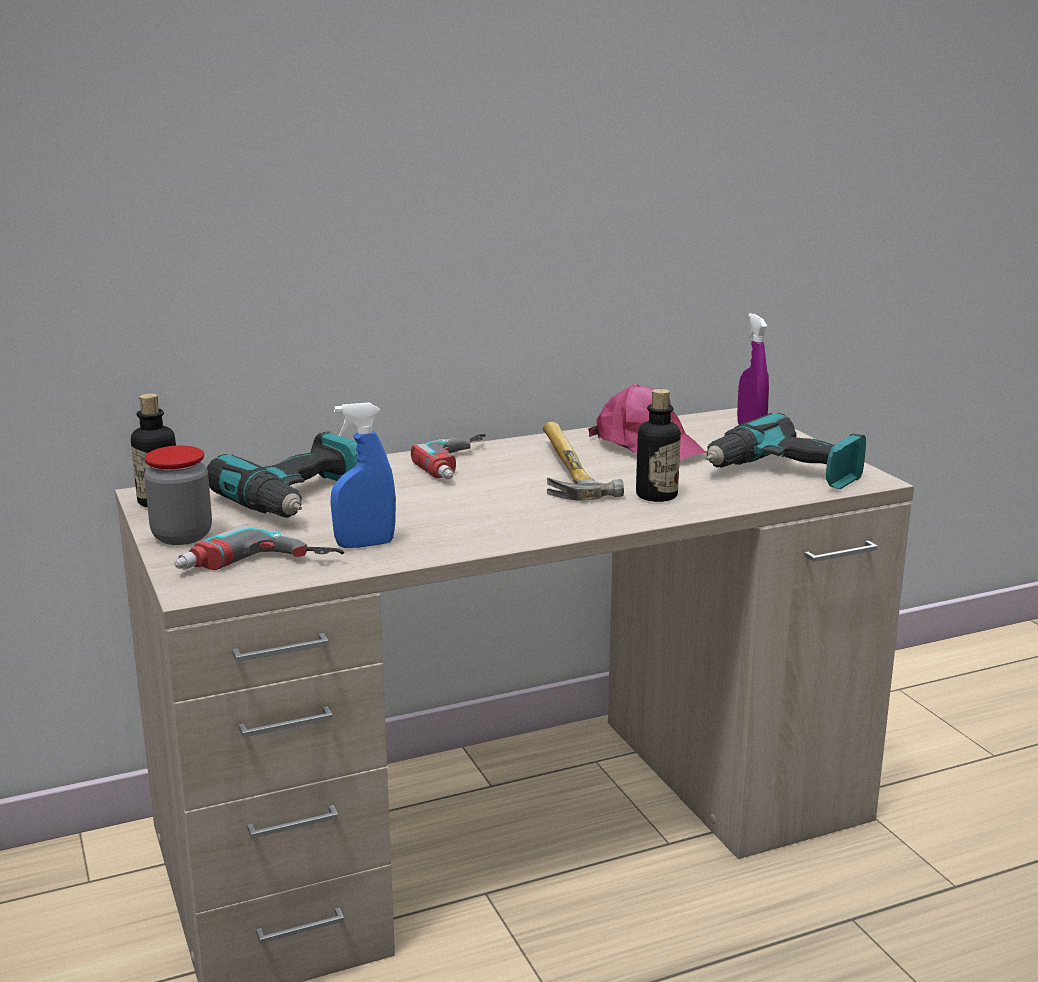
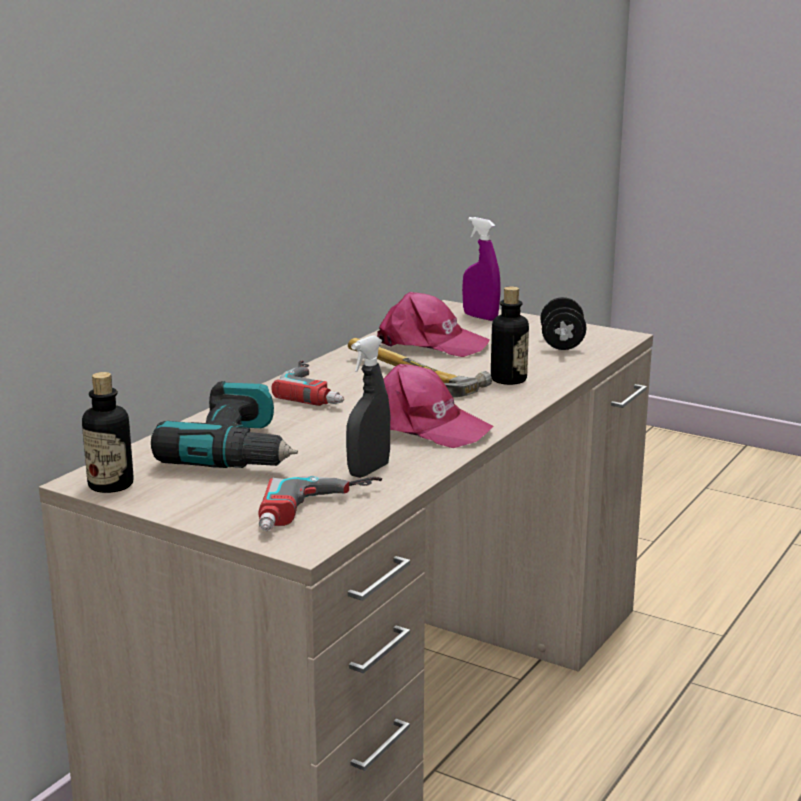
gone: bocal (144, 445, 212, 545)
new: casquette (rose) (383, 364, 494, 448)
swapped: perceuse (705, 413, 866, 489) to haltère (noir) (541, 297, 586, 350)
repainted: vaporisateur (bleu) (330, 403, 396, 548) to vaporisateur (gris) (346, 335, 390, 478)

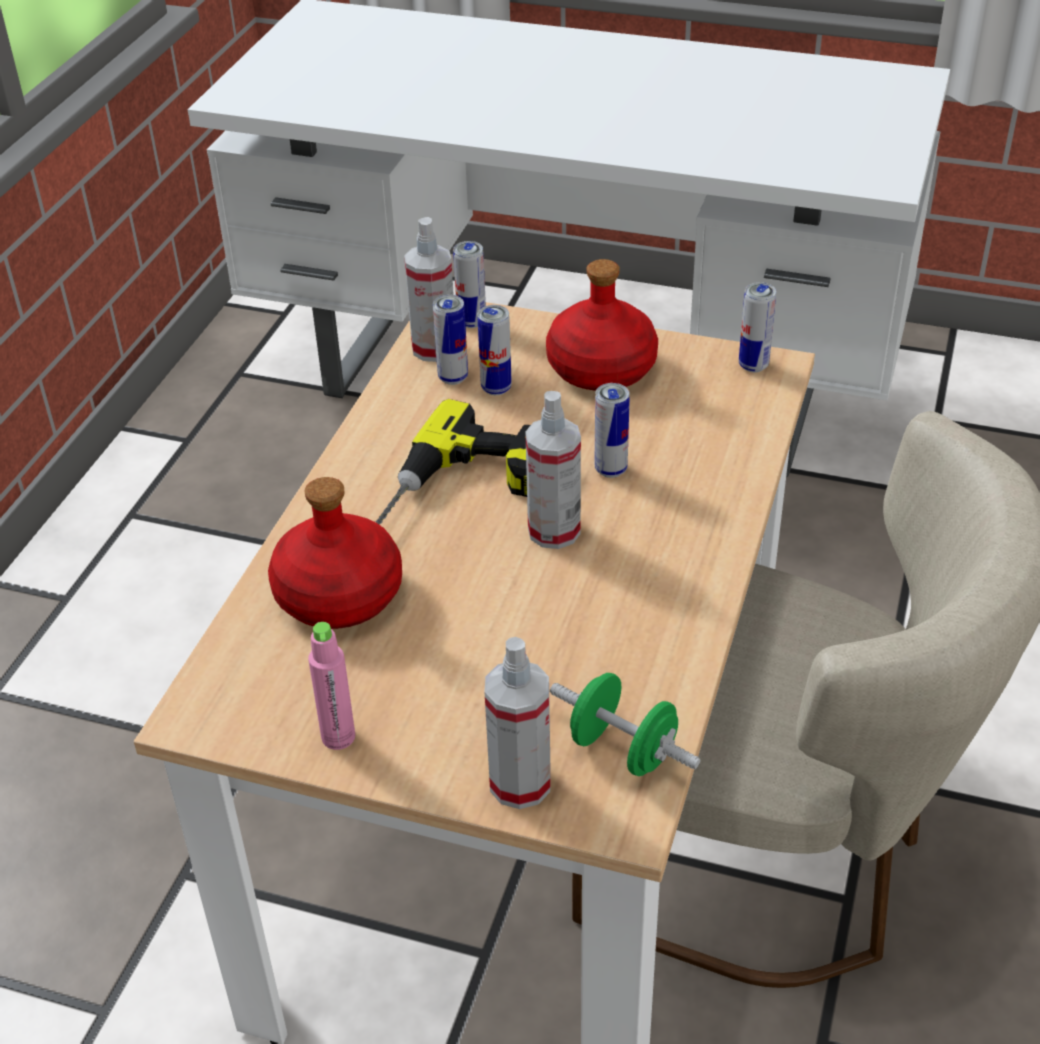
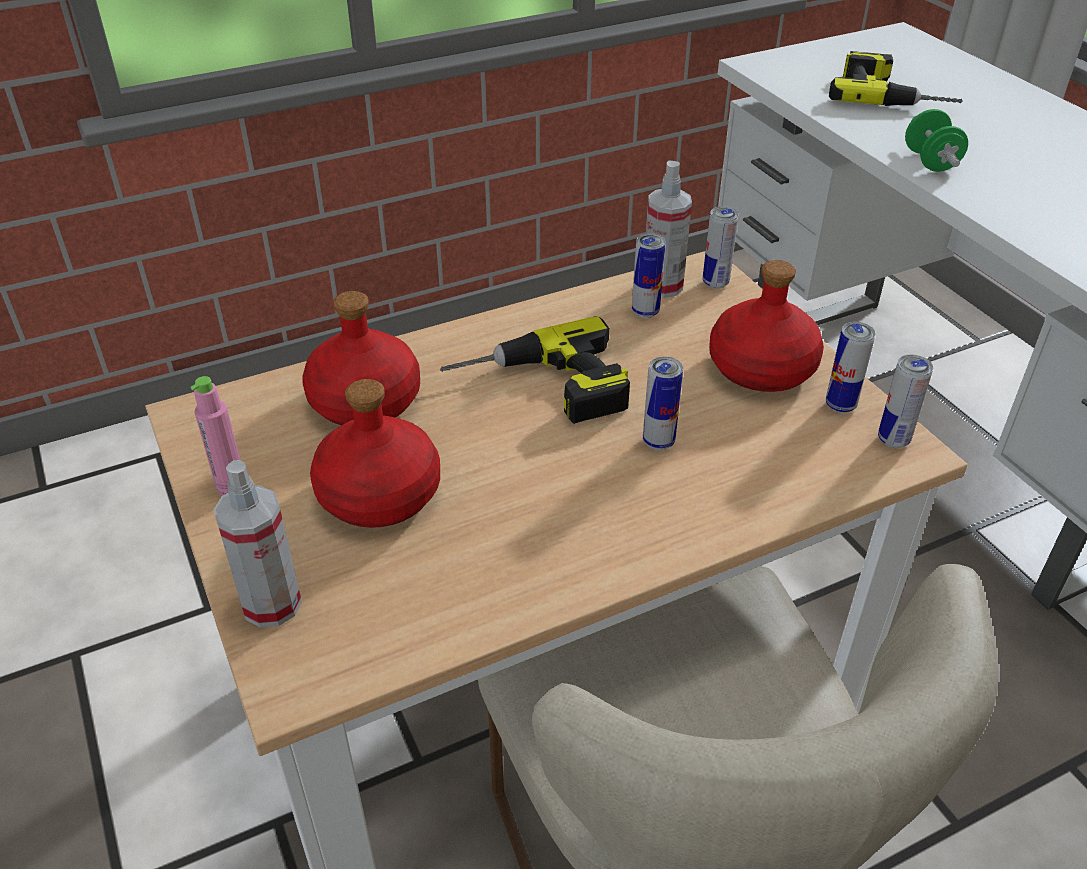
gone: vaporisateur (525, 391, 581, 549)
new: bouteille (rouge) (310, 379, 440, 528); perceuse (829, 51, 963, 106)
shifted: boîte métallique (477, 305, 512, 395) to (826, 322, 875, 413); haltère (vert) (550, 673, 700, 776) to (905, 109, 968, 172)

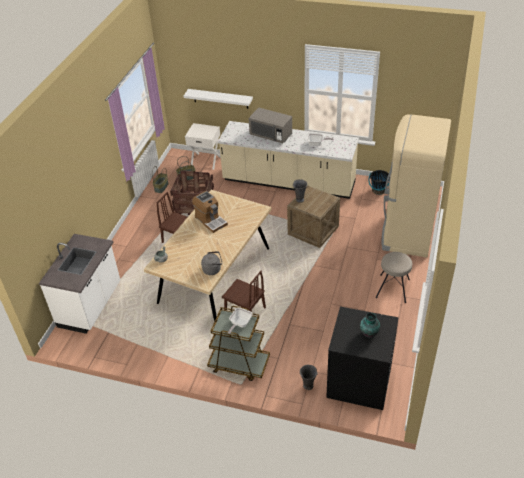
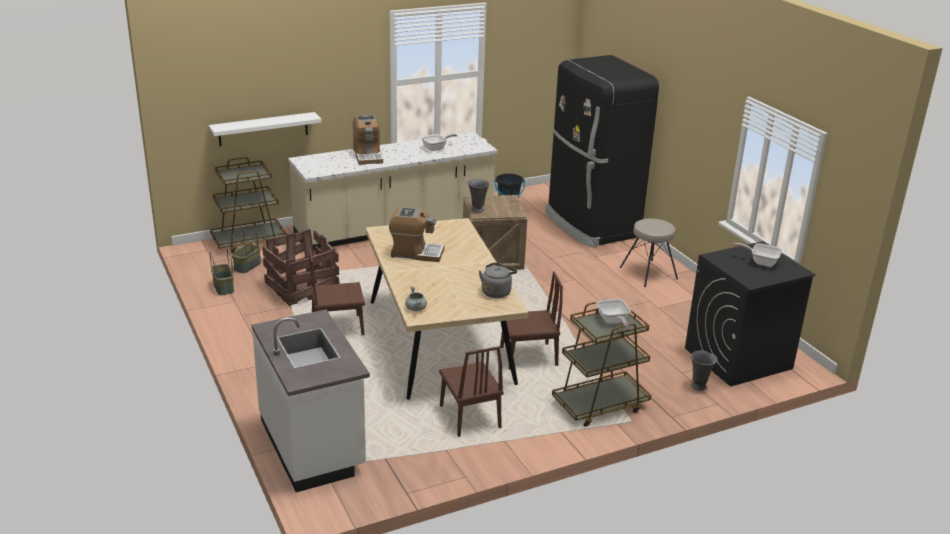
new: chaise (marron) (439, 346, 504, 437)
swapped: table de chevet (blanc) (185, 123, 221, 170) to chariot (marron) (210, 157, 286, 253); micro-ondes (gris) (249, 108, 293, 143) to machine à café (352, 115, 383, 165); vase (360, 313, 380, 338) to poêle (733, 243, 783, 267)
repainted: réfrigérateur (beige) (382, 114, 451, 257) to réfrigérateur (noir) (546, 55, 659, 247)

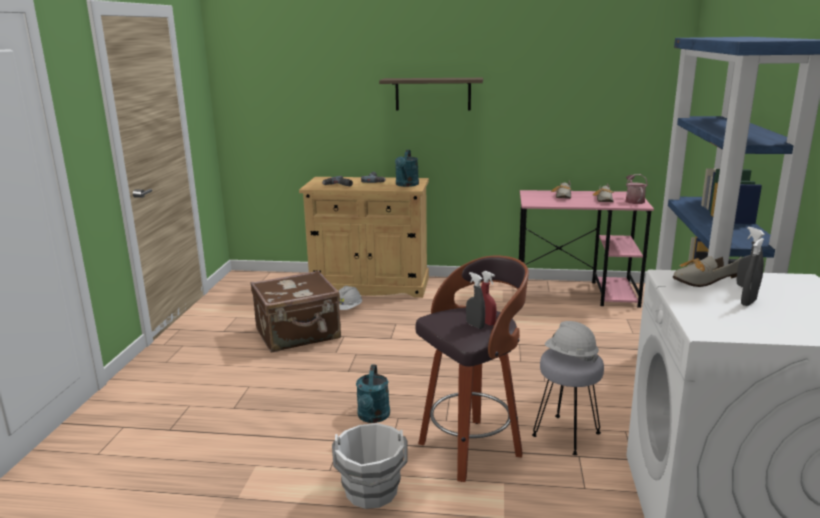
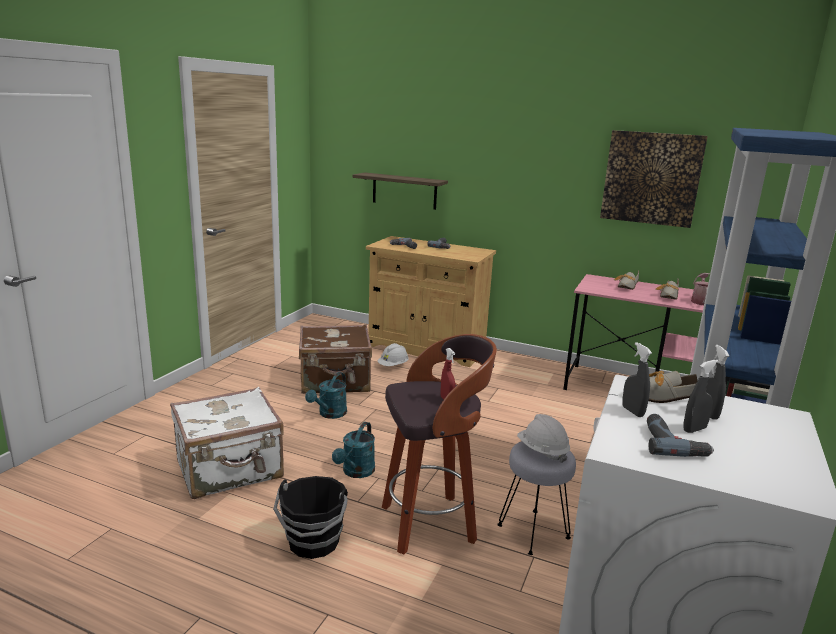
new: valise (blanc) (170, 387, 284, 499); tableau (600, 130, 708, 228); perceuse (647, 414, 714, 457)
shifted: étagère (379, 78, 483, 111) to (352, 172, 448, 210); arrosoir (turquoise) (395, 150, 419, 187) to (305, 372, 347, 419); vaporisateur (gris) (466, 272, 485, 329) to (622, 342, 652, 417)
repainted: seau (blanc) (332, 423, 408, 509) to seau (noir) (273, 476, 348, 559)

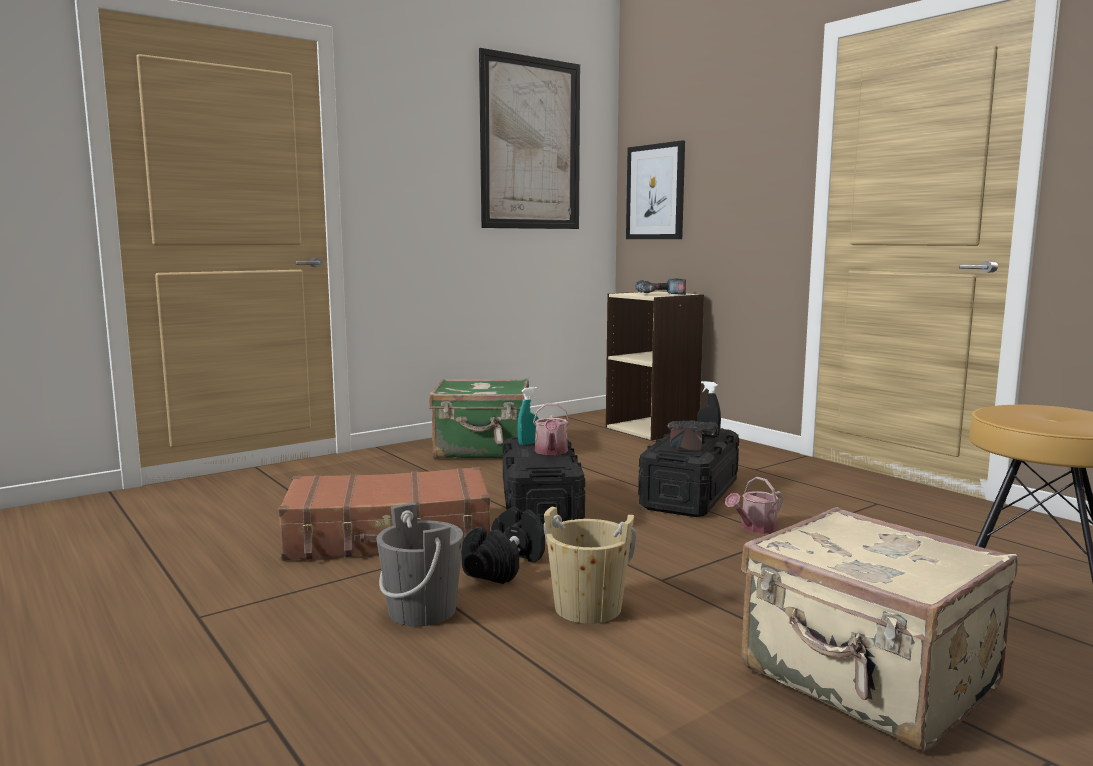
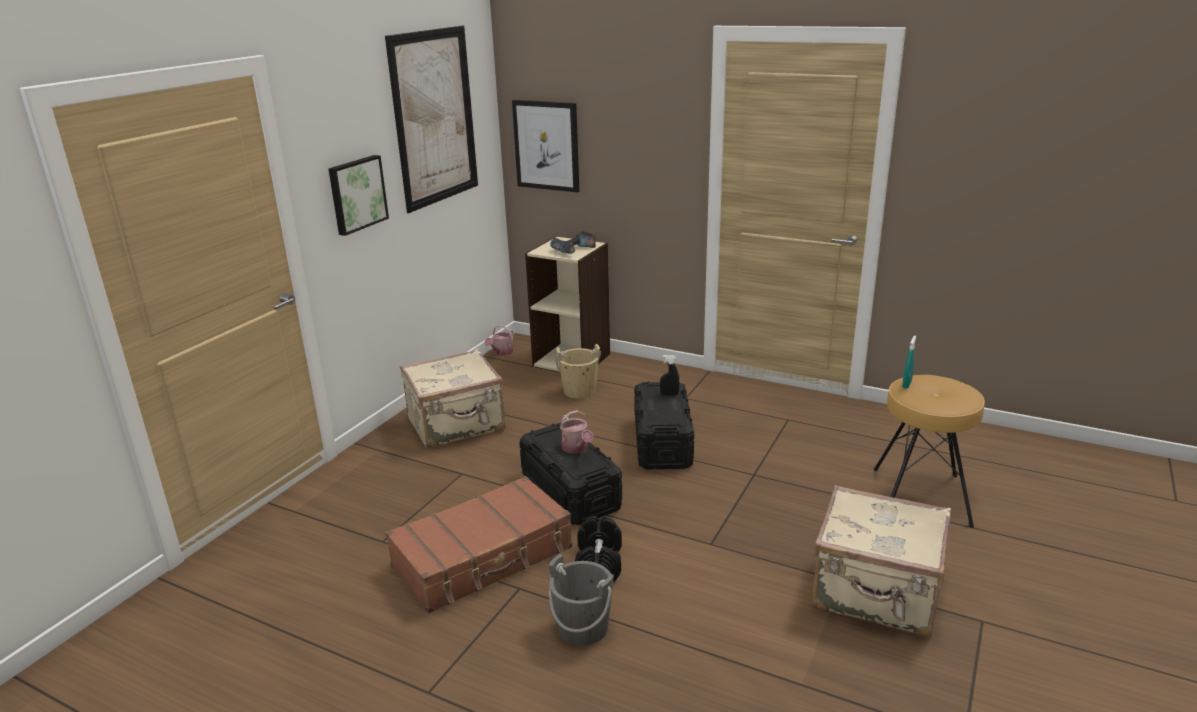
gone: perceuse (666, 420, 719, 451)
new: tableau (328, 155, 389, 236)
shifted: vaporisateur (turquoise) (517, 387, 539, 445) to (902, 335, 916, 389); seau (beige) (544, 507, 637, 624) to (556, 344, 601, 399); arrosoir (725, 477, 783, 534) to (485, 325, 514, 356)
repainted: valise (vert) (429, 378, 529, 459) to valise (beige) (400, 349, 505, 448)

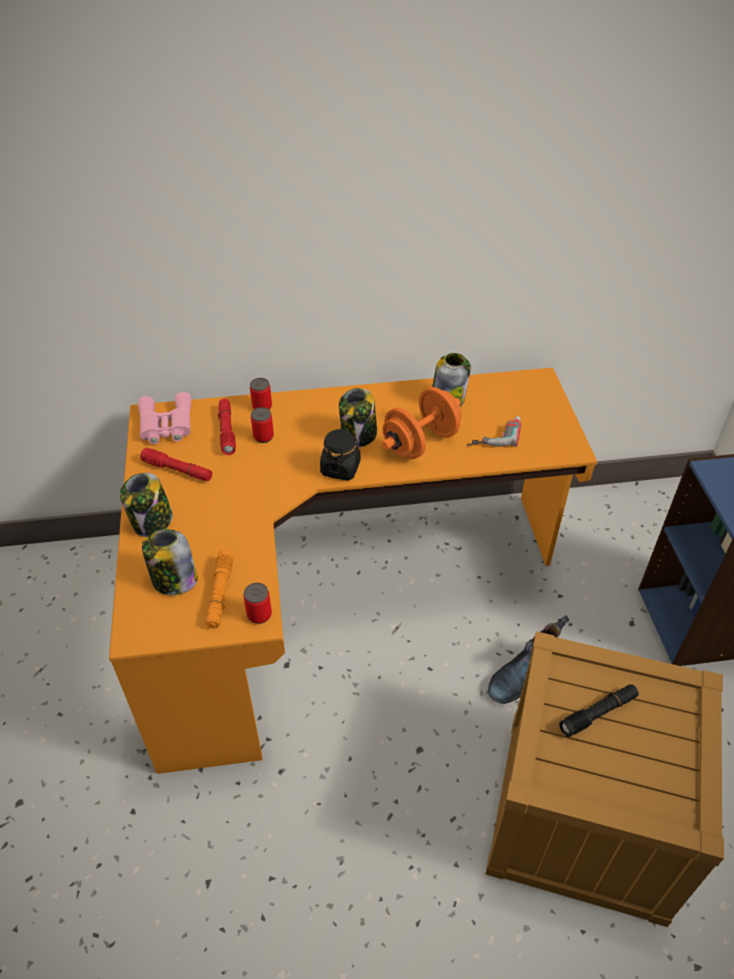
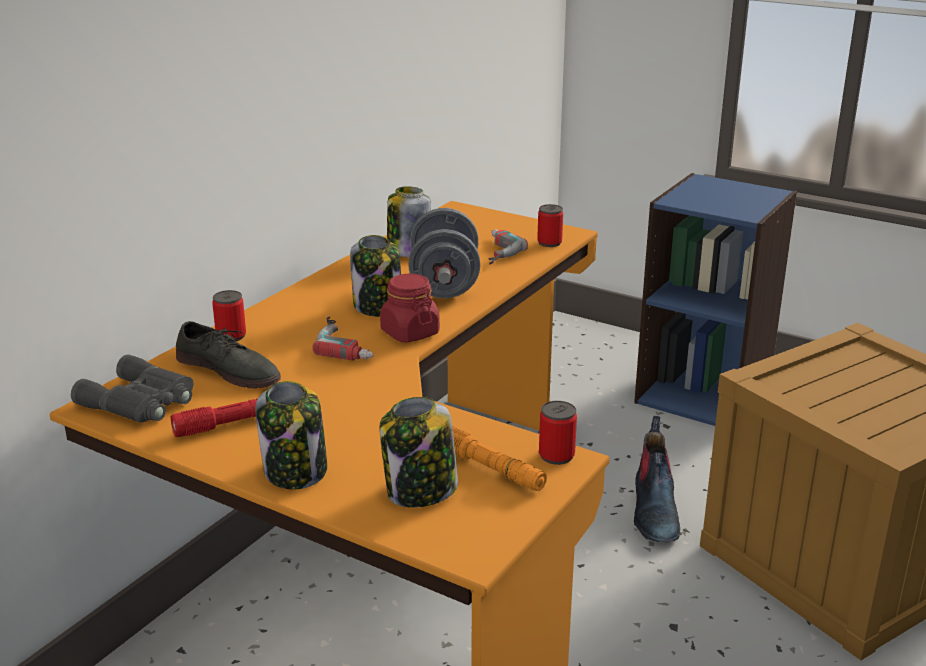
gone: lampe de poche (noir) (559, 684, 639, 737)
new: perceuse (313, 317, 374, 361)
shifted: boîte métallique (251, 407, 274, 443) to (537, 204, 563, 247)
swapped: lampe de poche (rouge) (218, 398, 236, 455) to chaussure (gris) (176, 321, 281, 388)
repainted: jumelles (rose) (138, 392, 191, 444) to jumelles (gris) (71, 354, 193, 423); bocal (noir) (320, 428, 360, 480) to bocal (rouge) (380, 274, 440, 343); haltère (orange) (382, 387, 461, 459) to haltère (gris) (408, 208, 480, 298)

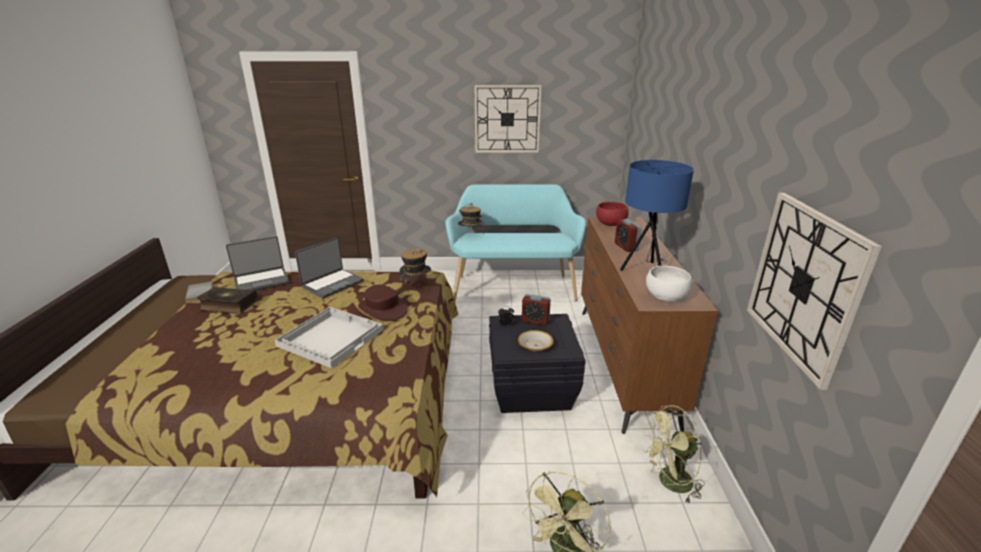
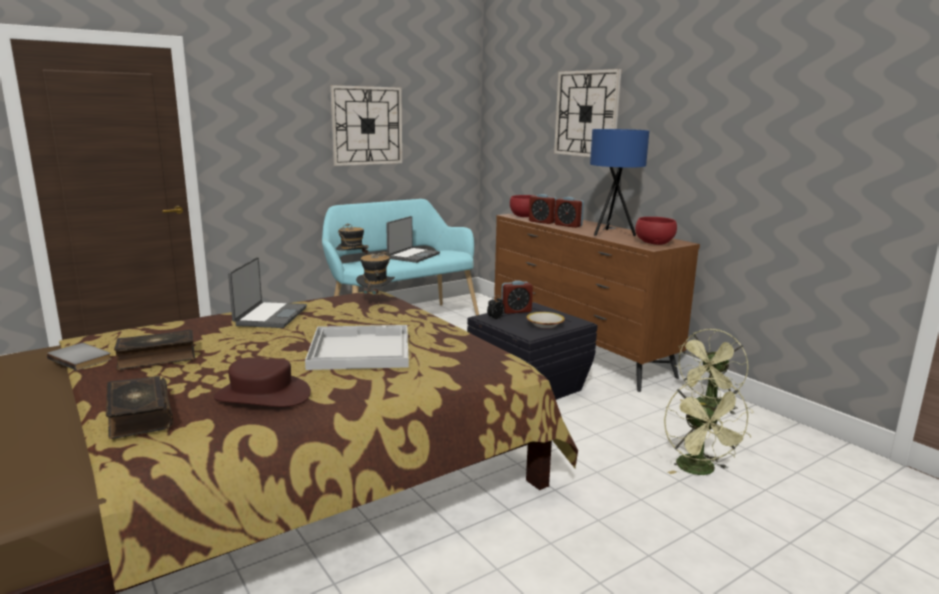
new: livre (106, 376, 173, 439); réveil (529, 194, 557, 224)
shifted: ordinateur portable (226, 236, 289, 291) to (386, 216, 440, 263); chapeau (marron) (358, 285, 408, 321) to (214, 357, 311, 407); horloge murale (747, 193, 882, 390) to (554, 69, 622, 157)
repainted: bol (blanc) (646, 266, 692, 302) to bol (rouge) (635, 217, 677, 245)

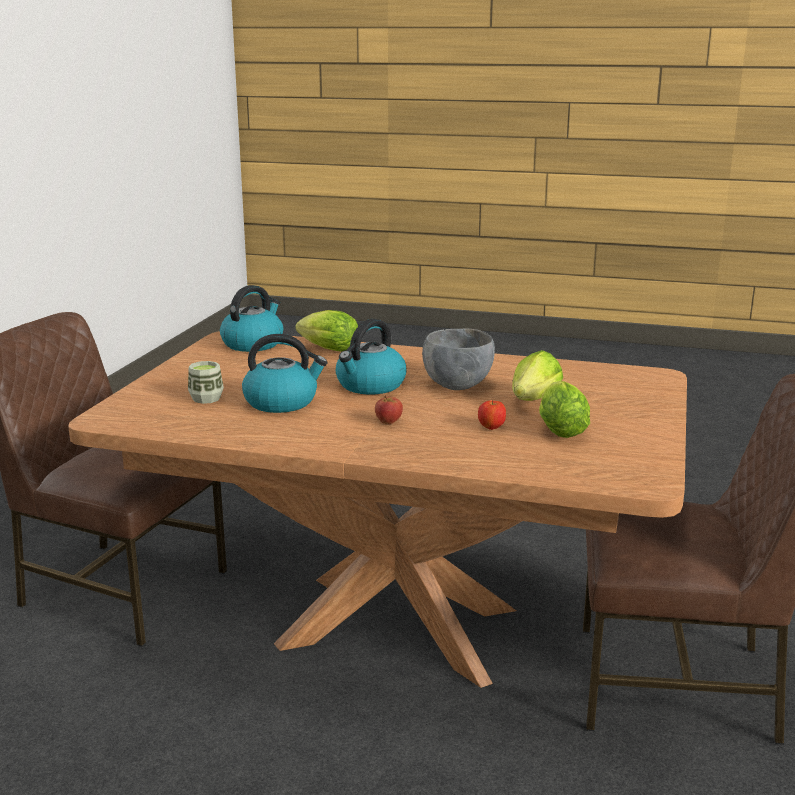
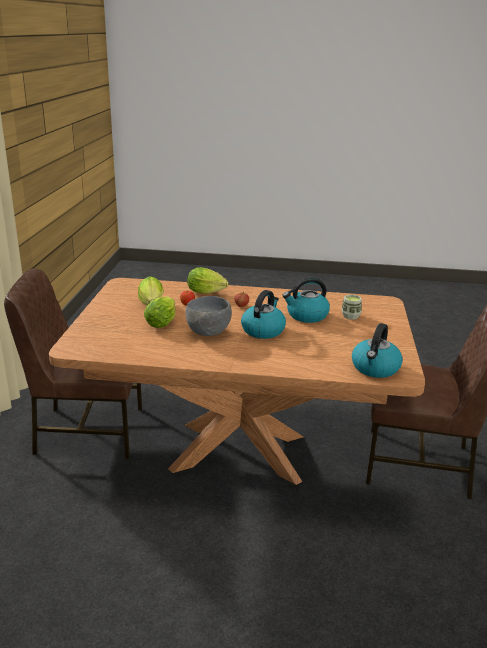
shifted: laitue (296, 310, 358, 352) to (187, 267, 228, 294)

